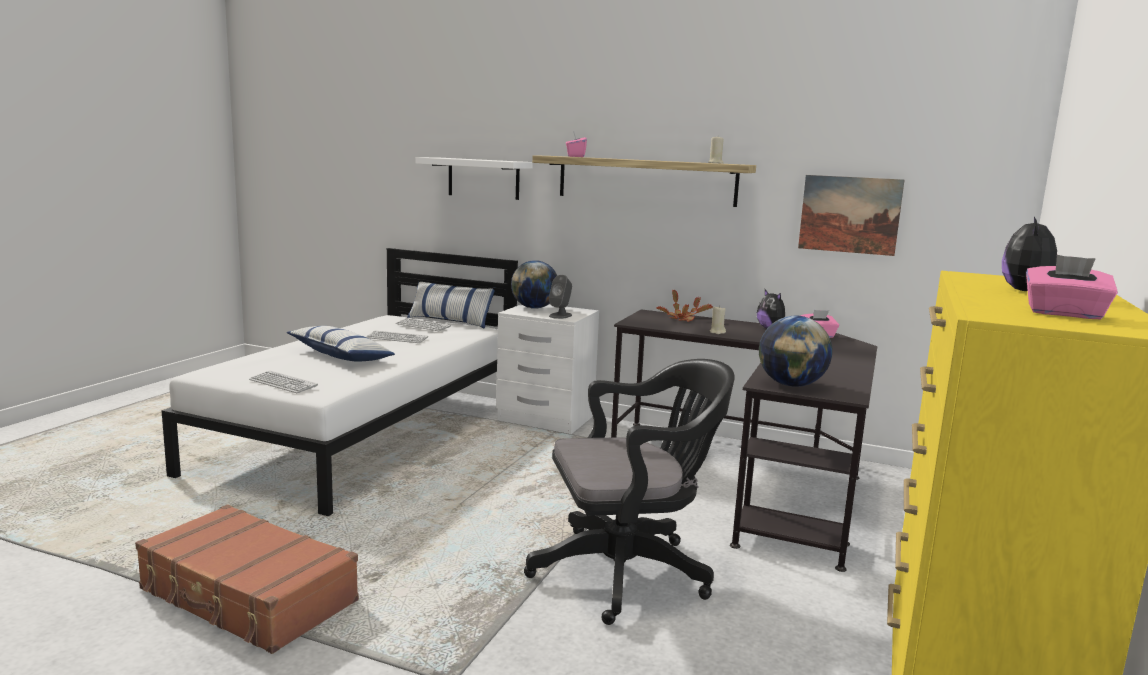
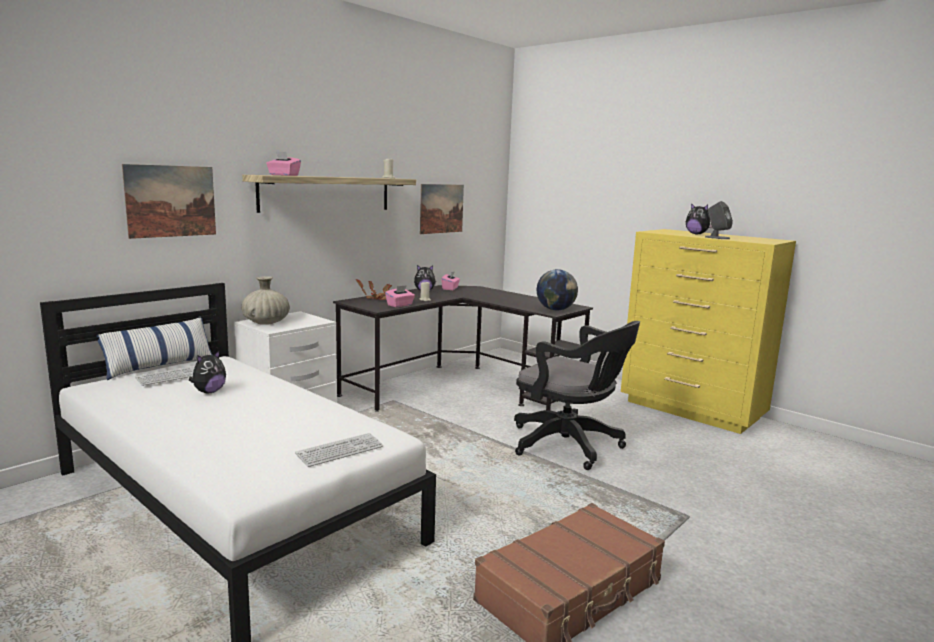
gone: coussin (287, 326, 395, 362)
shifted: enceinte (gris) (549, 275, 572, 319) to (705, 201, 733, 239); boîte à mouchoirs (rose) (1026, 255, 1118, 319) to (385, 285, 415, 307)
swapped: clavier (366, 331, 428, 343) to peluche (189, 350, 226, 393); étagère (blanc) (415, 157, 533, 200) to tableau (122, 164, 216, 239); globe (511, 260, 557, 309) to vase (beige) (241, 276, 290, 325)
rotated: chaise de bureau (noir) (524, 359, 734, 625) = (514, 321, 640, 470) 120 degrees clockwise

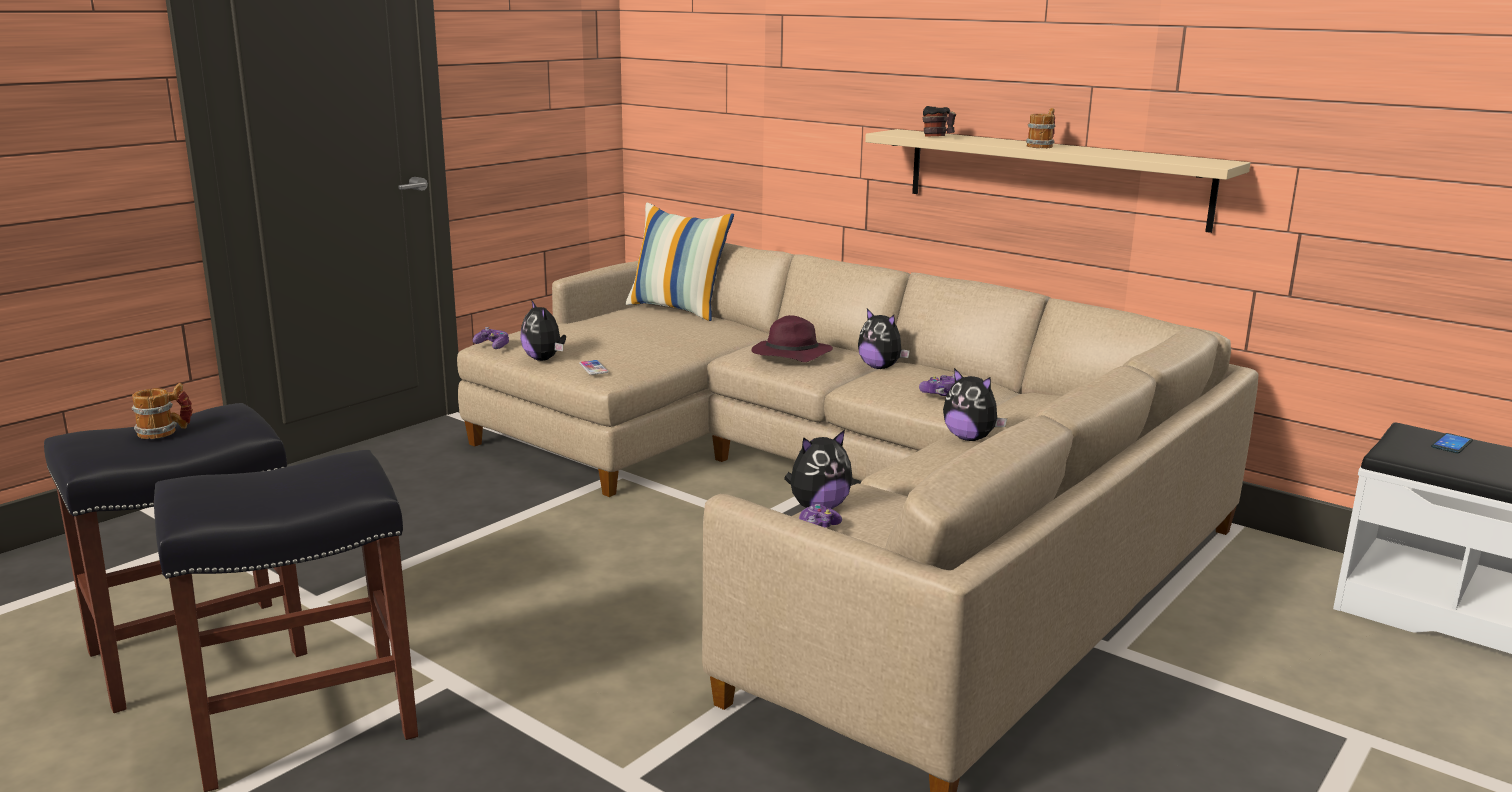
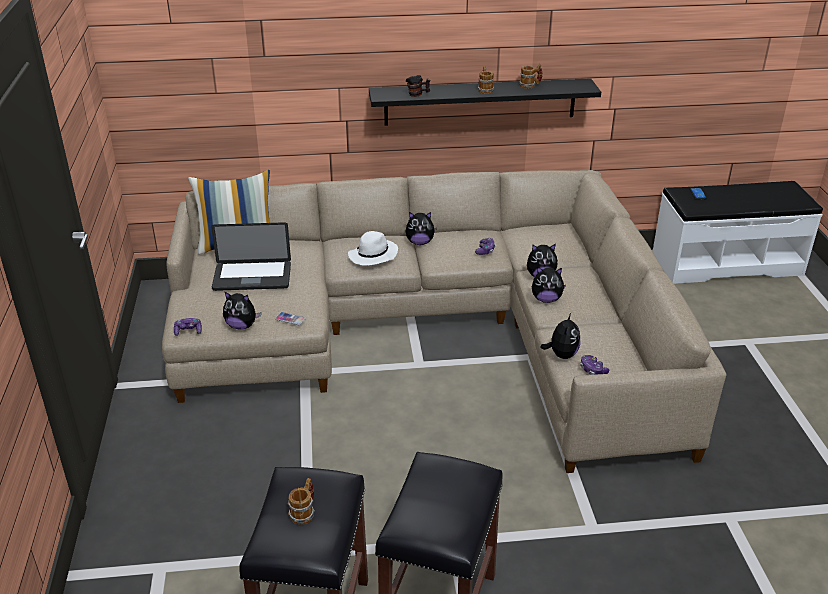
new: ordinateur portable (211, 222, 291, 291); mug (519, 64, 542, 89); peluche (532, 267, 566, 303)
repainted: chapeau (violet) (752, 315, 833, 362) to chapeau (blanc) (348, 231, 398, 266); étagère (beige) (865, 129, 1250, 233) to étagère (noir) (369, 78, 601, 126)

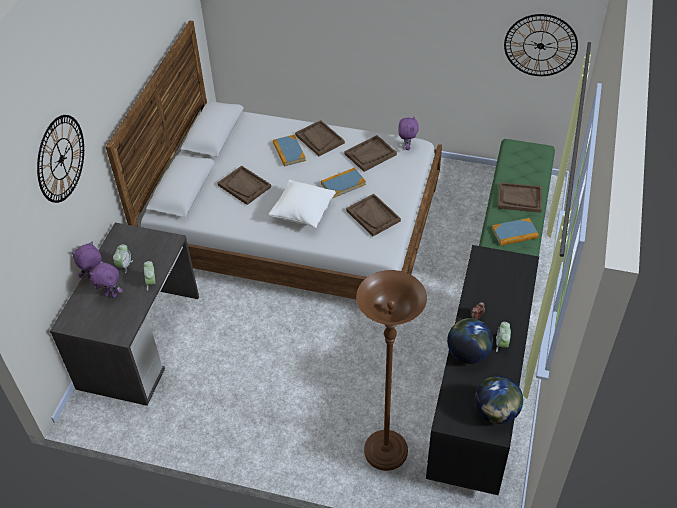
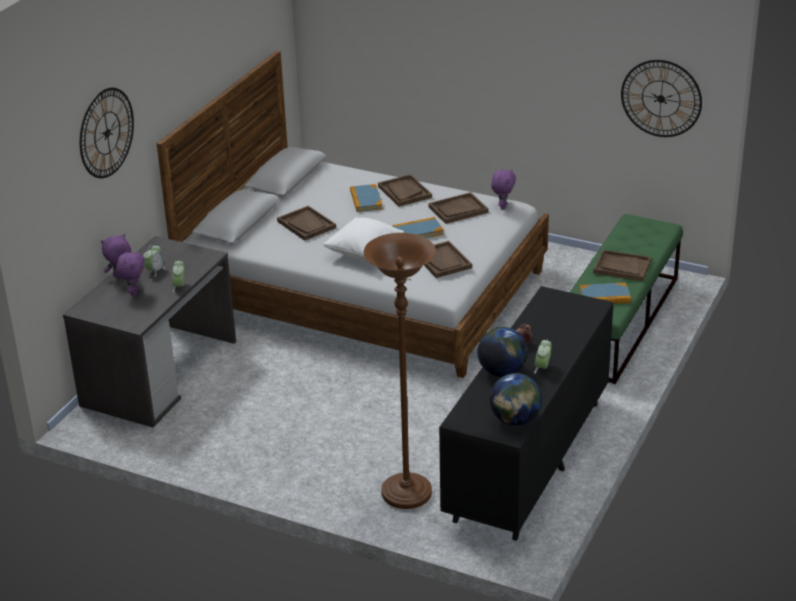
rotated: peluche (violet) (89, 263, 123, 298) = (116, 250, 145, 296) 105 degrees counterclockwise

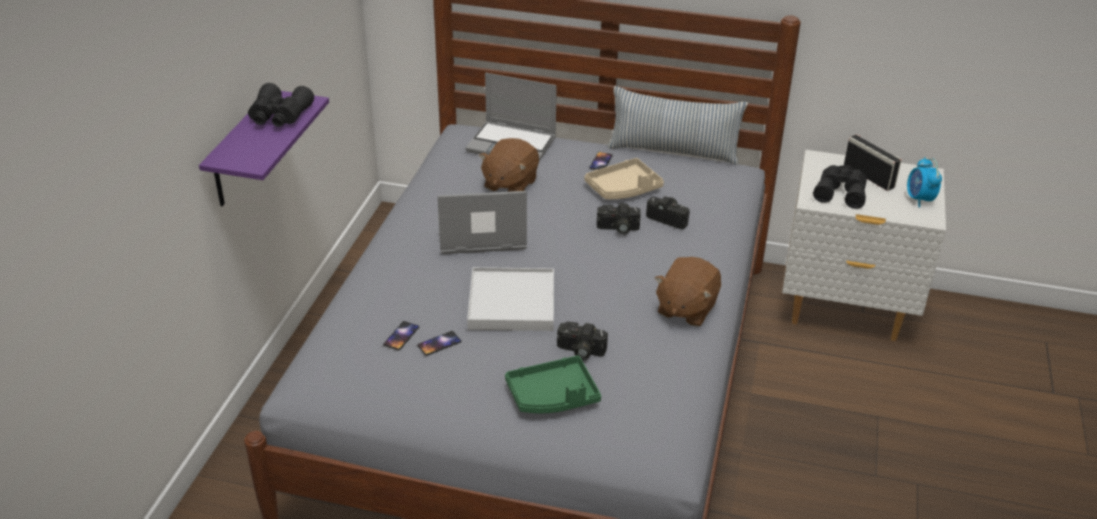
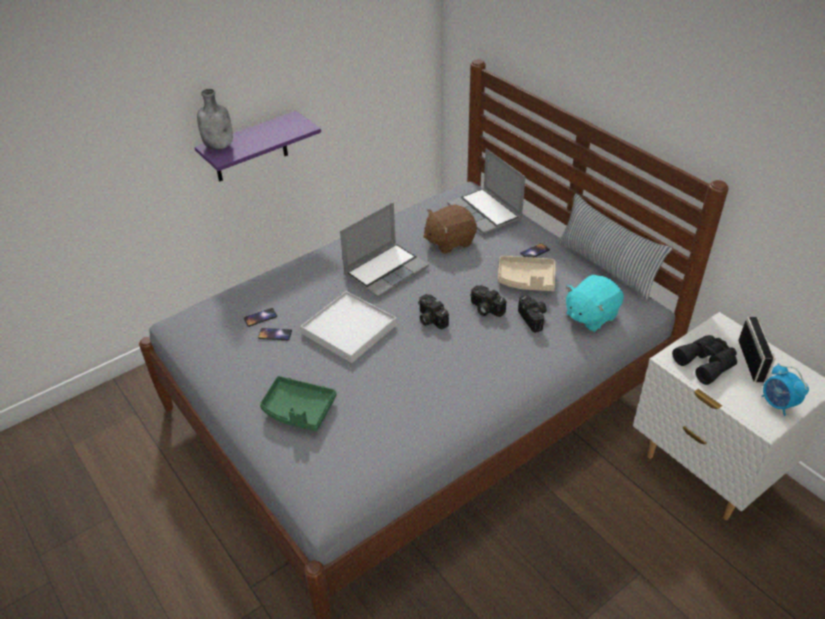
gone: jumelles (noir) (248, 83, 314, 127); peluche (marron) (655, 257, 721, 326)
new: bouteille (gris) (197, 89, 233, 150); peluche (turquoise) (566, 275, 624, 332)
shifted: appareil photo (557, 321, 608, 360) to (418, 294, 449, 330)
rotated: ordinateur portable (438, 191, 527, 254) = (340, 202, 429, 298) 105 degrees clockwise; réveil (907, 157, 942, 207) = (761, 363, 809, 416) 60 degrees counterclockwise

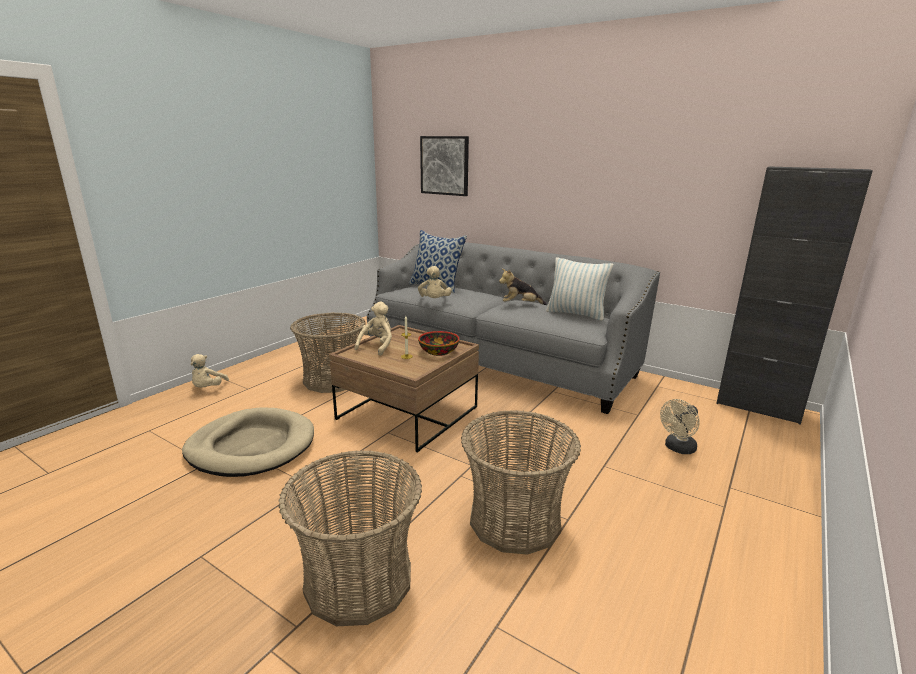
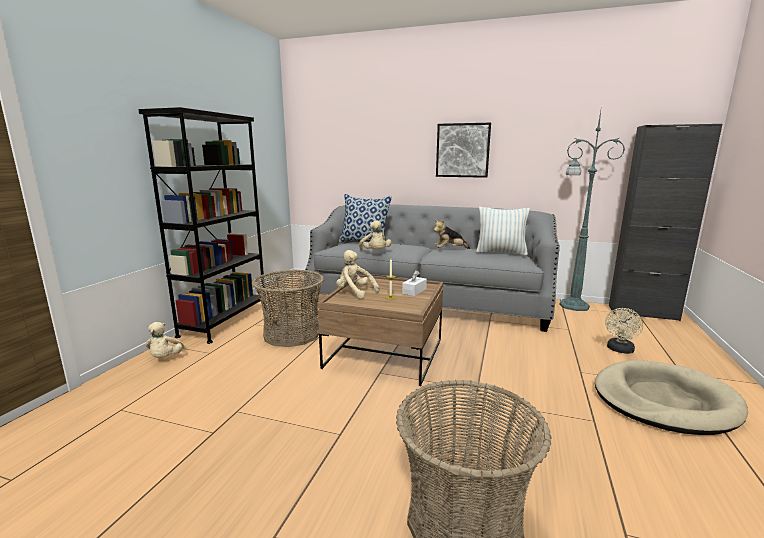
gone: panier (461, 410, 581, 555)
new: bibliothèque (noir) (138, 107, 265, 344); lampadaire (vert) (559, 111, 625, 311)
shifted: panier pour chien (beige) (182, 407, 314, 477) to (595, 360, 748, 435); tableau (420, 136, 469, 196) to (436, 123, 491, 178)
swapped: bol (418, 331, 459, 356) to boîte à mouchoirs (blanc) (402, 270, 427, 296)
rotated: peluche (beige) (354, 301, 392, 356) = (336, 250, 380, 299) 60 degrees counterclockwise

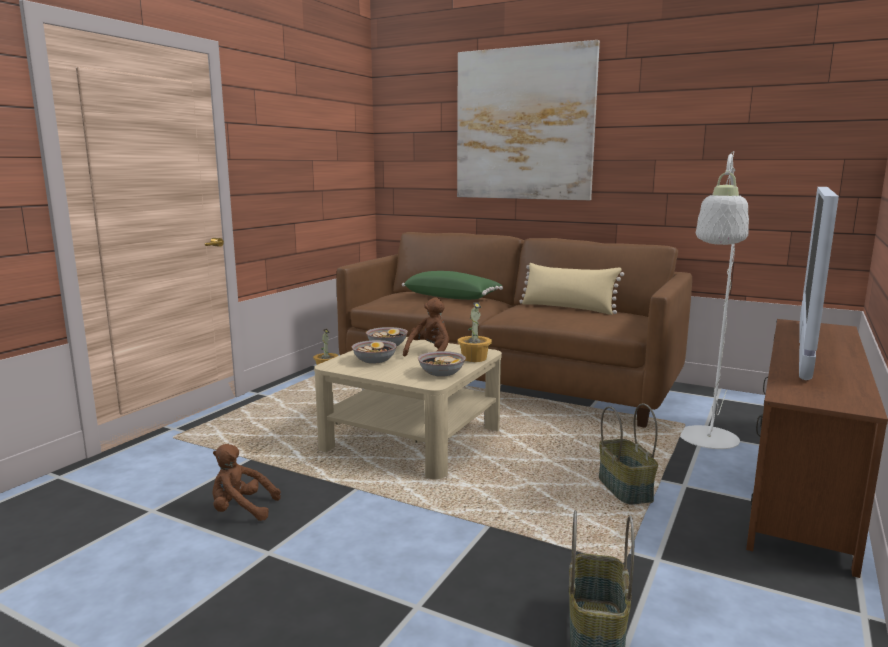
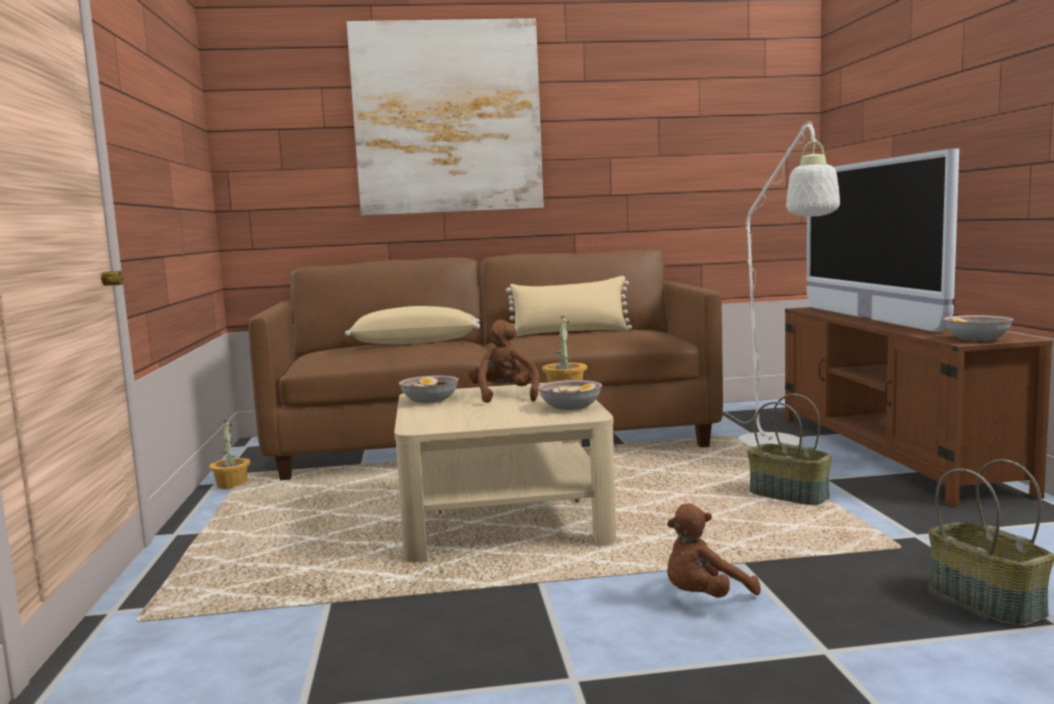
shifted: peluche (marron) (213, 444, 281, 521) to (667, 504, 761, 598); bol (352, 340, 397, 364) to (943, 315, 1014, 341)
repainted: coussin (vert) (402, 271, 503, 300) to coussin (beige) (345, 306, 480, 344)

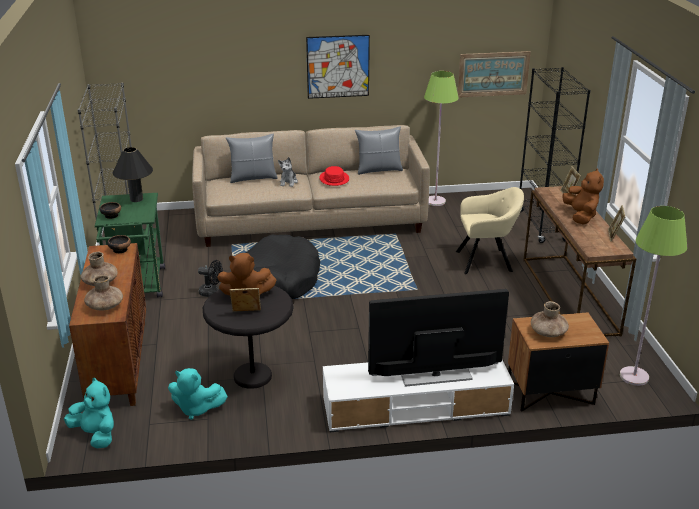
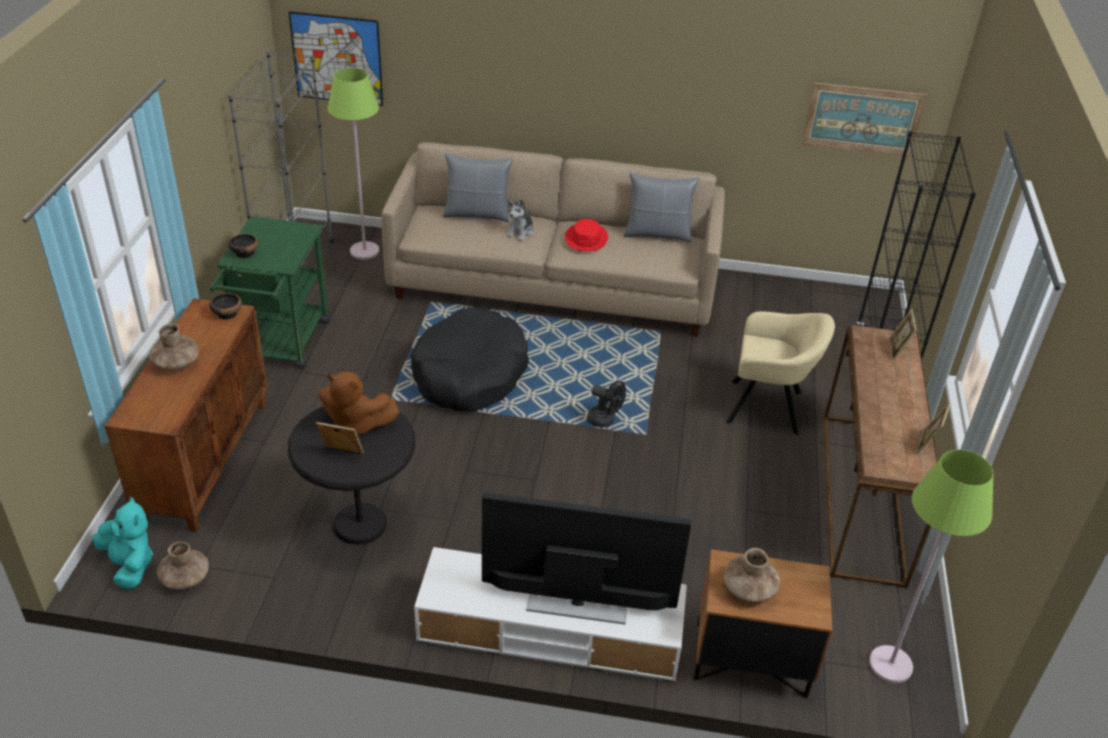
gone: lampe de table (noir) (113, 147, 153, 202); peluche (turquoise) (168, 368, 228, 420); peluche (marron) (562, 169, 604, 225)
shifted: vase (marron) (84, 275, 123, 310) to (157, 542, 209, 590); ventilateur (noir) (198, 260, 223, 297) to (587, 380, 626, 428); tableau (306, 35, 370, 99) to (289, 11, 383, 106); lampadaire (vert) (424, 71, 459, 206) to (328, 68, 379, 260)

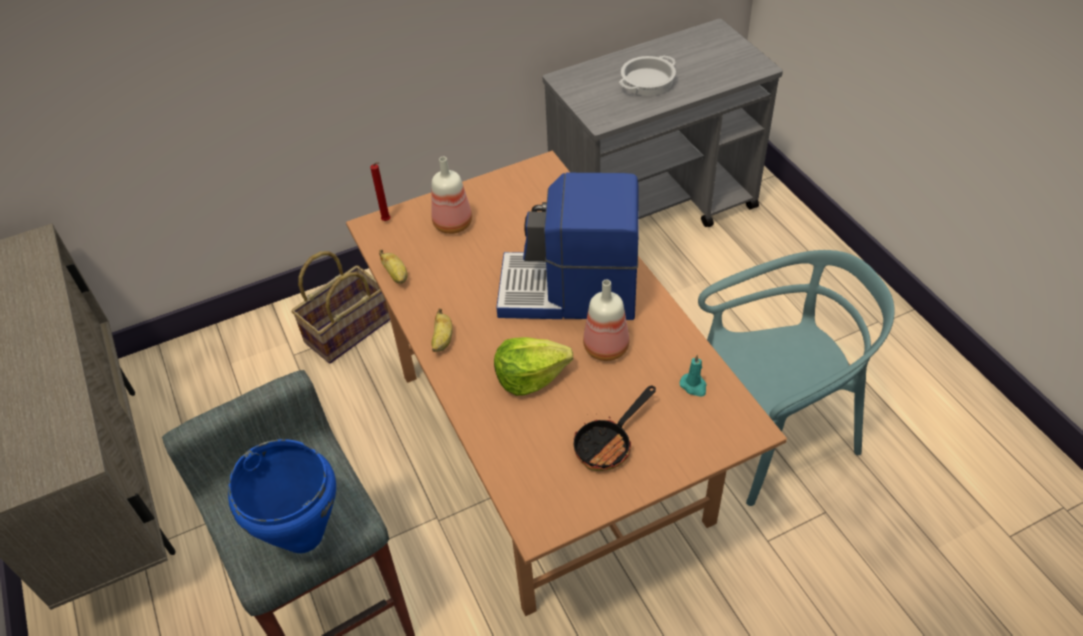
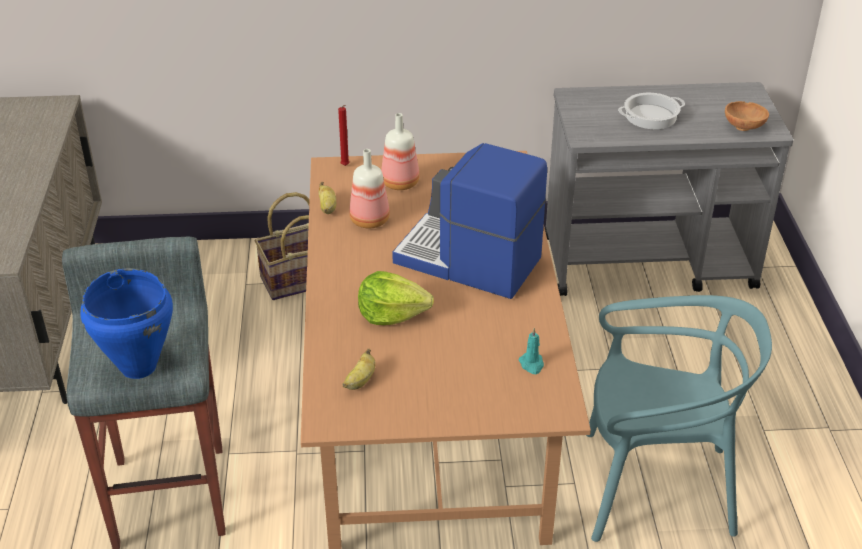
gone: poêle (573, 386, 656, 471)
new: bol (marron) (725, 101, 769, 131)
shifted: banane (431, 308, 453, 352) to (342, 348, 376, 390); bouteille (583, 280, 629, 361) to (349, 149, 390, 229)

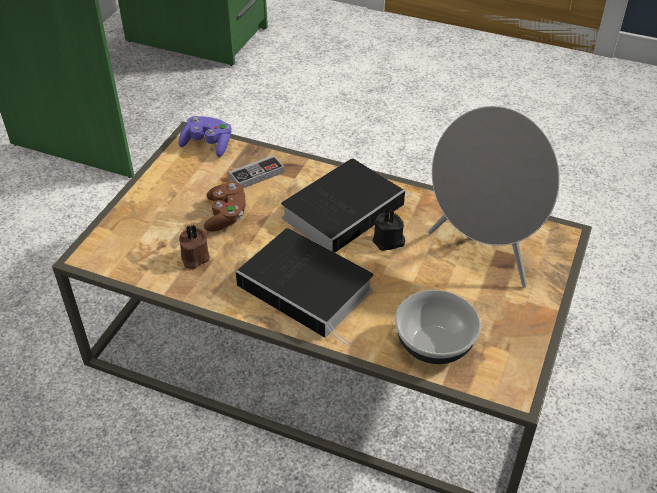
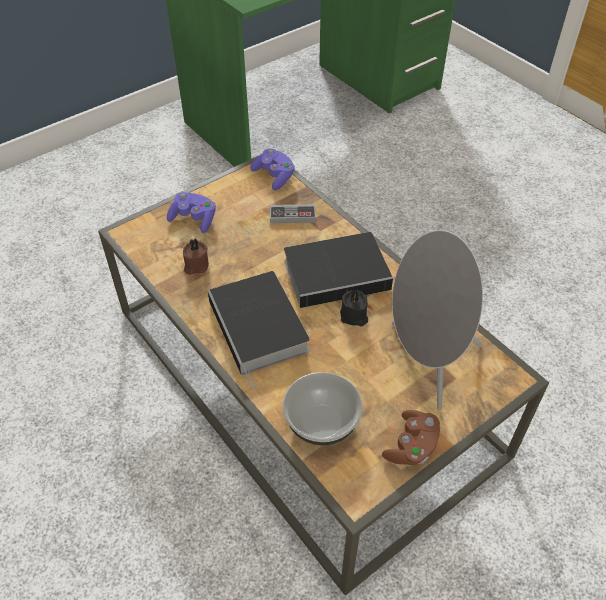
new: manette (violet) (167, 192, 216, 233)
shifted: manette (marron) (204, 181, 246, 232) to (382, 410, 441, 465)

